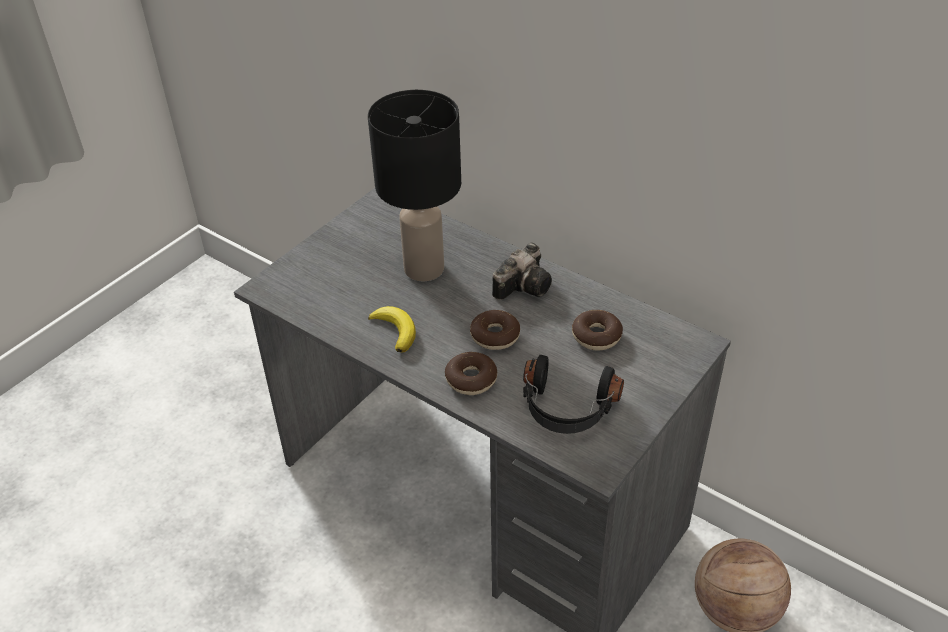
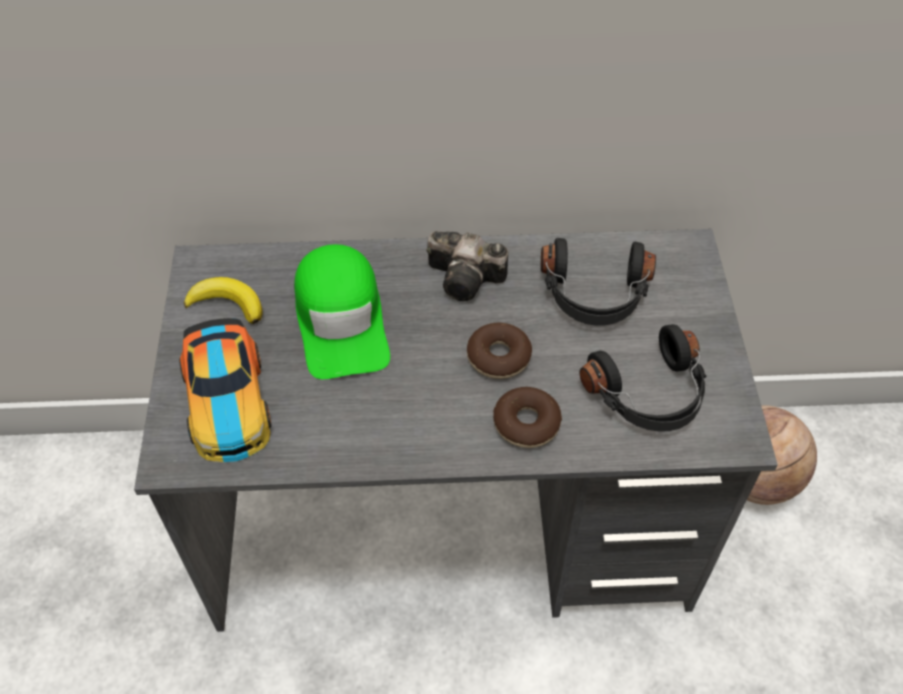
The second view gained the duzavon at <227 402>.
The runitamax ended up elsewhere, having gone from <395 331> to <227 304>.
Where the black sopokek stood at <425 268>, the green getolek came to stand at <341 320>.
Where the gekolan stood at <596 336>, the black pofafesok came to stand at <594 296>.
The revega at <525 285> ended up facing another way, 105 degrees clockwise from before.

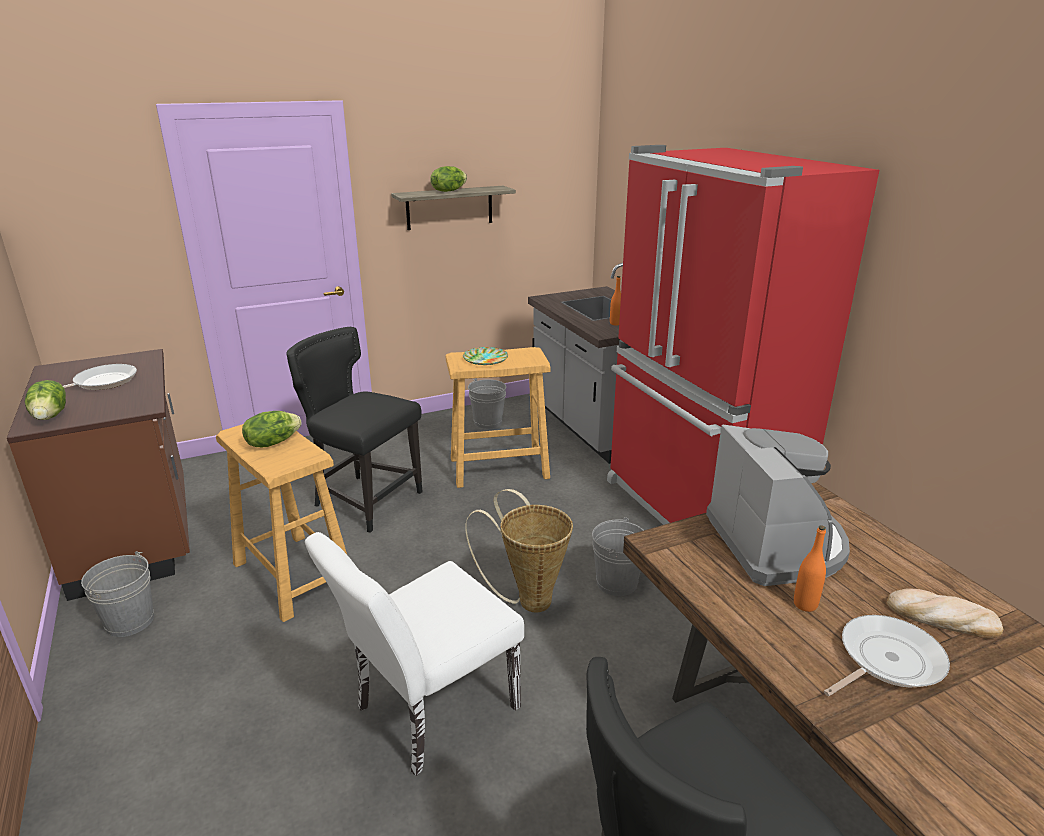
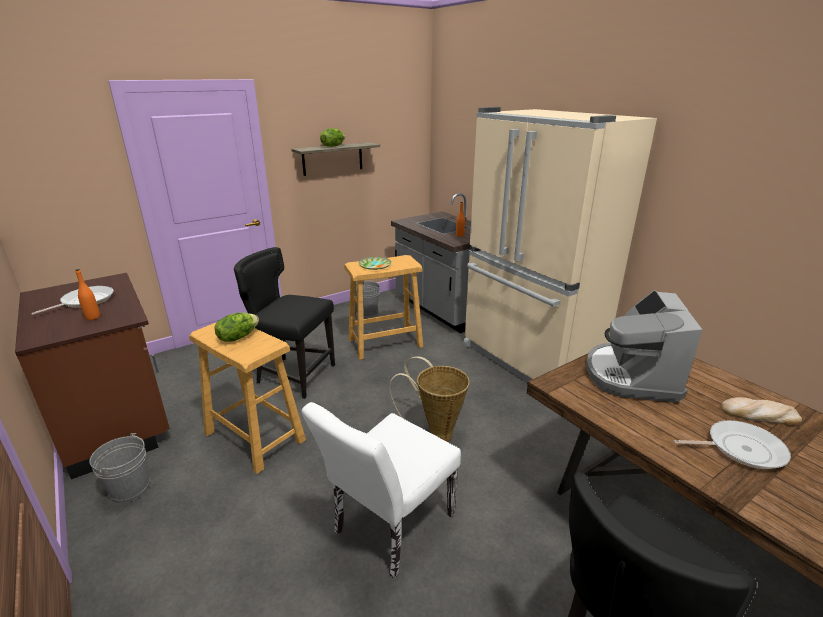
The second view lost the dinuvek at <51 416>.
The second view lost the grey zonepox at <616 582>.
The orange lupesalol ended up elsewhere, having gone from <805 604> to <93 317>.
What was the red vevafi at <695 510> turned into the beige vevafi at <528 360>.
The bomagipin at <777 543> ended up facing another way, 150 degrees counterclockwise from before.
The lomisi at <886 660> ended up facing another way, 45 degrees clockwise from before.

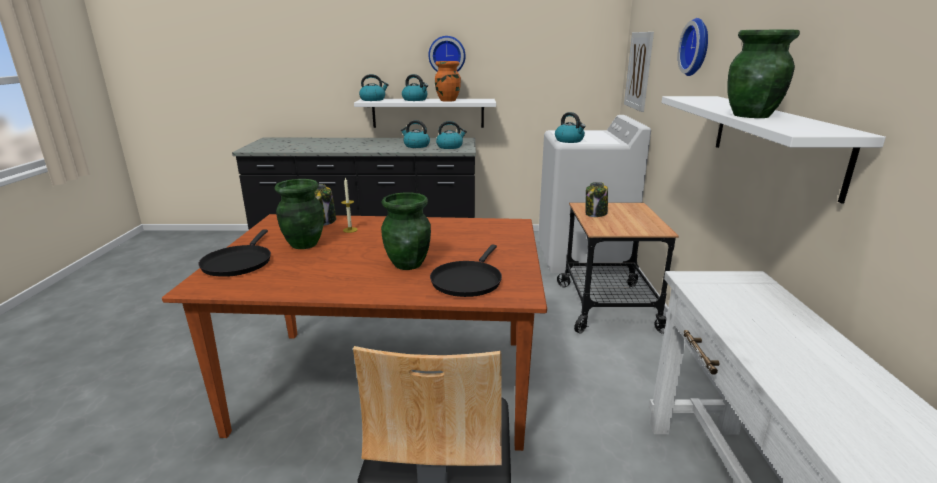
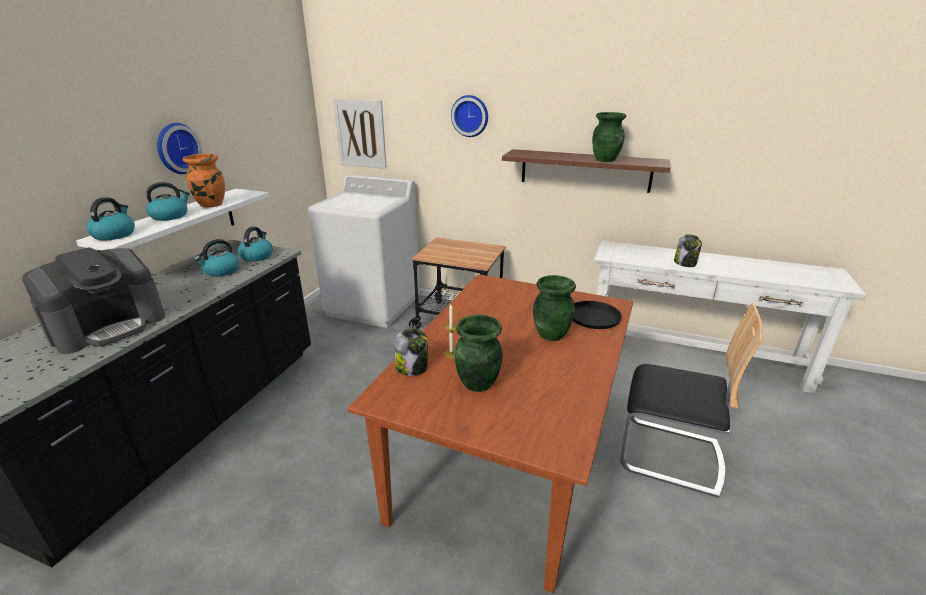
The second view lost the black lomisi at <238 262>.
The second view lost the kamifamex at <569 140>.
The second view gained the bomagipin at <109 326>.
The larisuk ended up elsewhere, having gone from <595 214> to <685 263>.
What was the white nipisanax at <774 140> turned into the brown nipisanax at <585 170>.

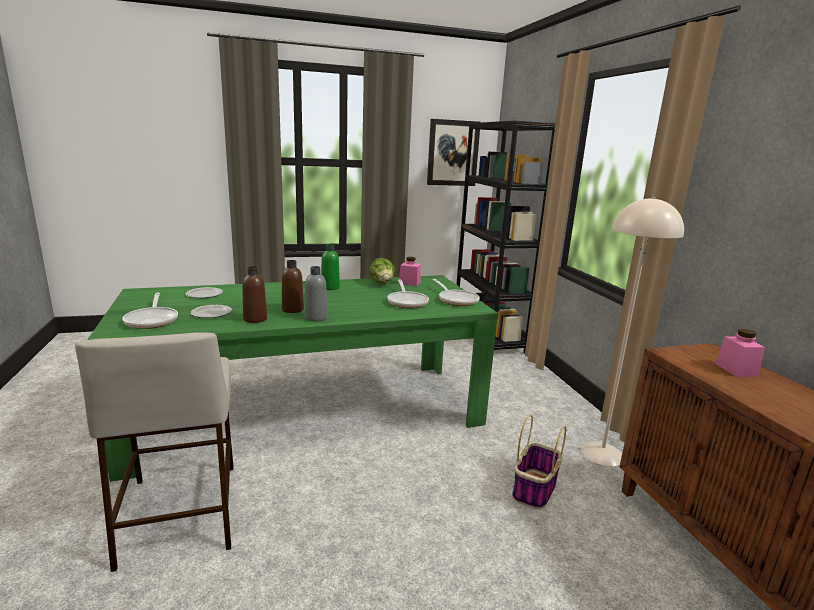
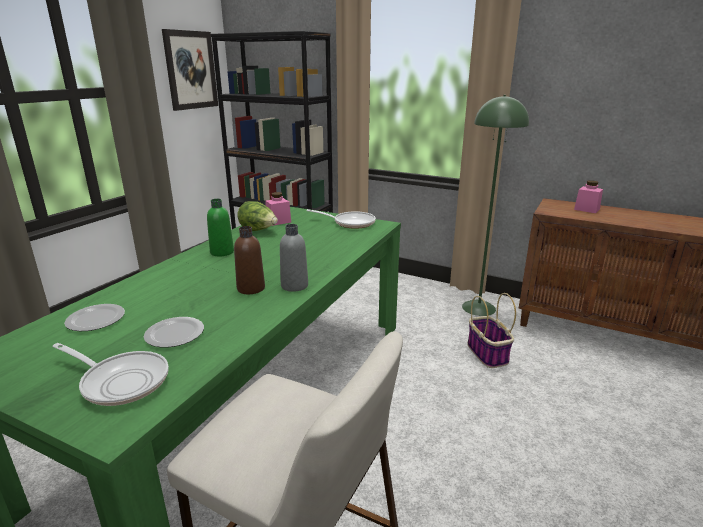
The second view lost the brown lupesalol at <255 319>.
The second view lost the lomisi at <407 302>.
What was the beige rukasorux at <602 453> turned into the green rukasorux at <479 307>.

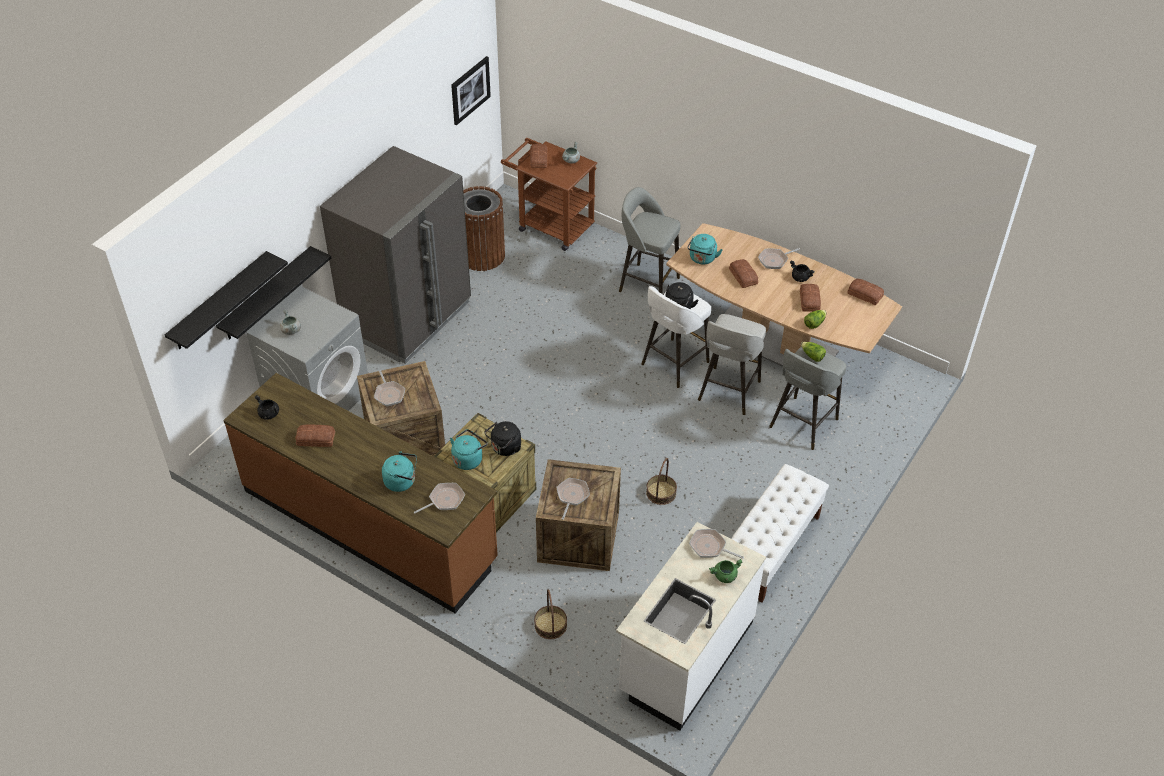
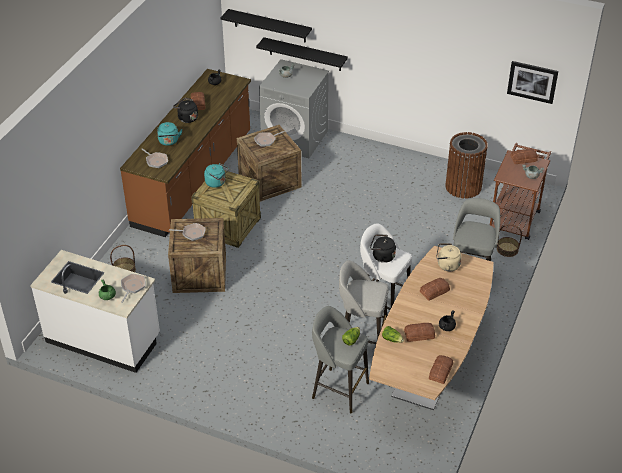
The second view lost the grey vevafi at <408 318>.
The second view lost the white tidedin at <771 549>.
The second view lost the lomisi at <775 260>.
The black kamifamex ended up elsewhere, having gone from <504 448> to <186 118>.
The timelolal ended up elsewhere, having gone from <661 493> to <507 249>.
What was the turquoise kamifamex at <702 259> turned into the beige kamifamex at <446 265>.

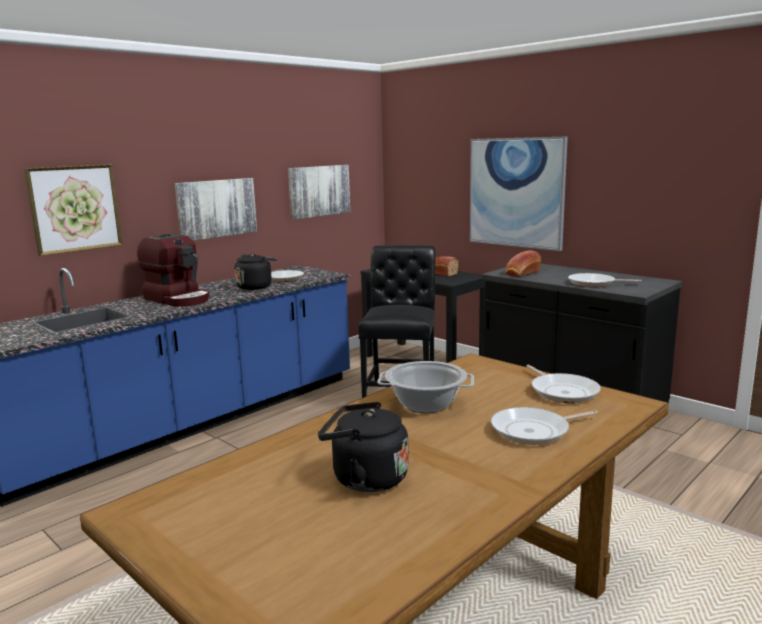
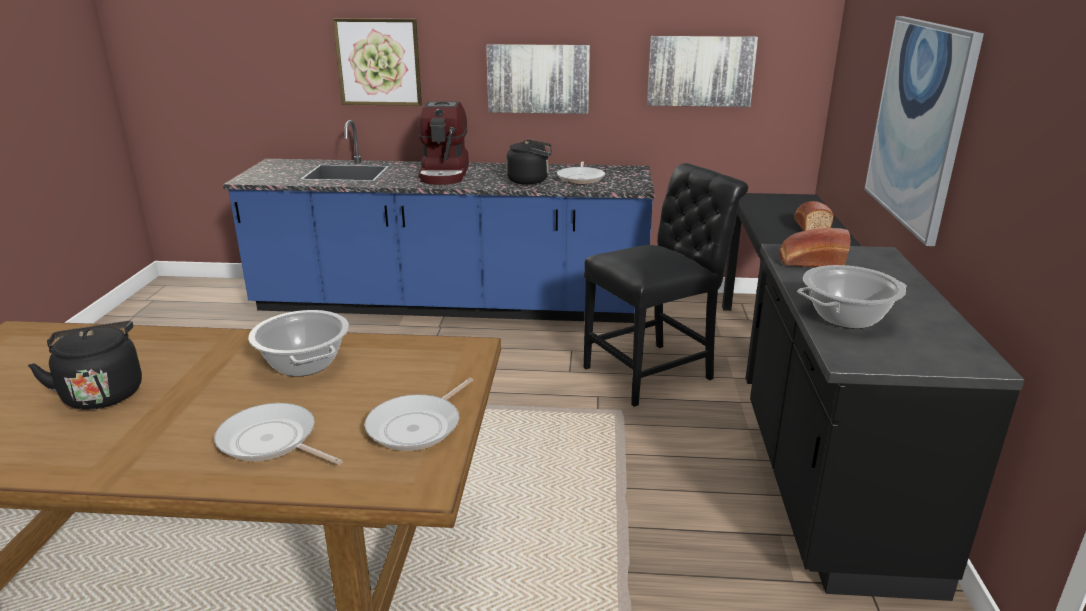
Where the lomisi stood at <594 283>, the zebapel came to stand at <846 318>.

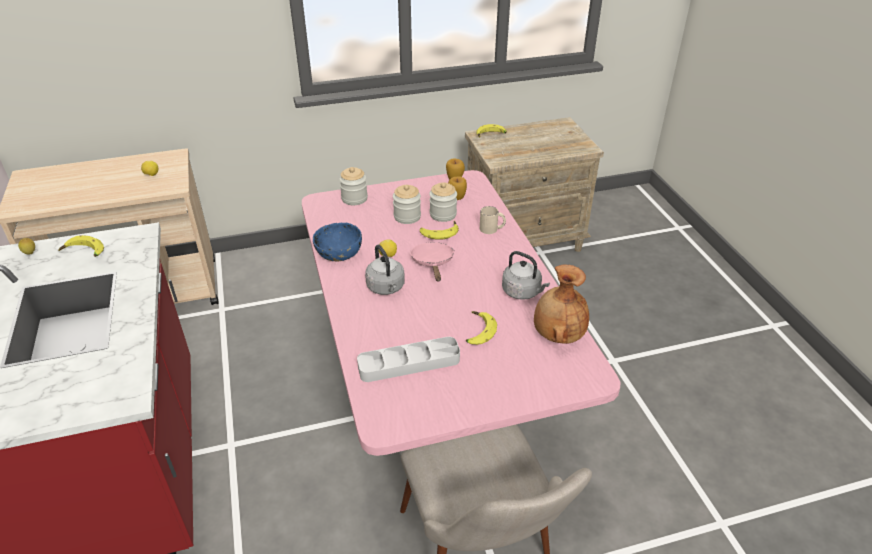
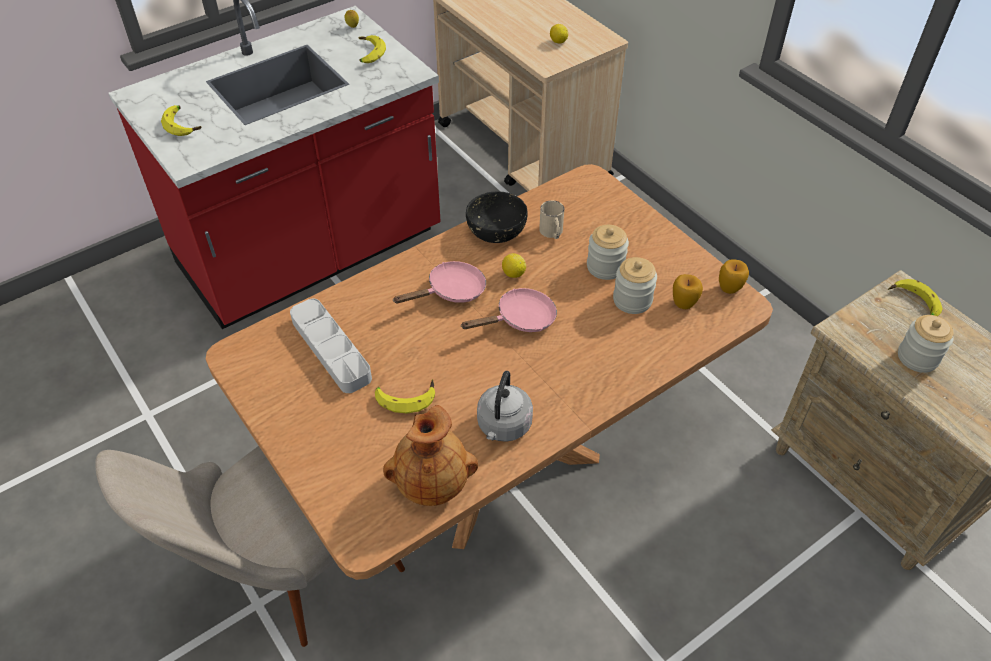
The larisuk ended up elsewhere, having gone from <354 198> to <917 357>.
The runitamax ended up elsewhere, having gone from <439 232> to <183 125>.
The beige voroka ended up elsewhere, having gone from <492 229> to <552 233>.
Where the grey kamifamex stood at <386 288>, the pink lomisi came to stand at <451 291>.
What was the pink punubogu at <436 397> turned into the brown punubogu at <496 462>.
What was the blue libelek at <338 253> turned into the black libelek at <496 230>.

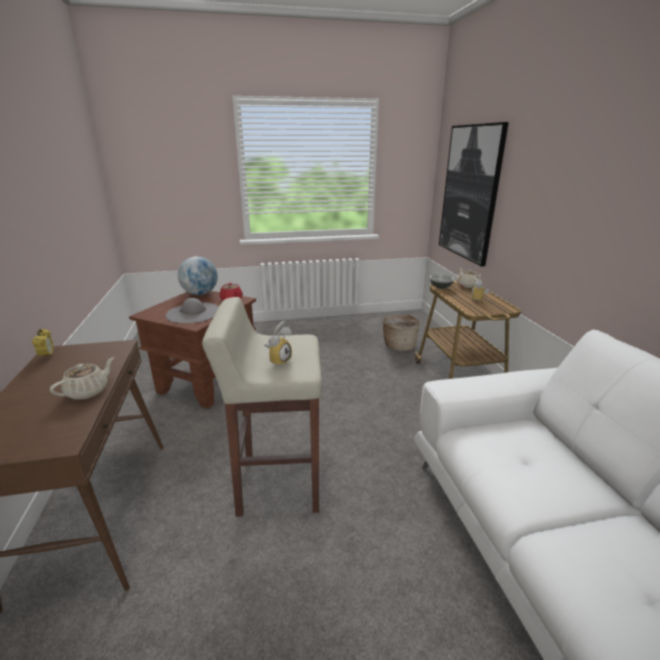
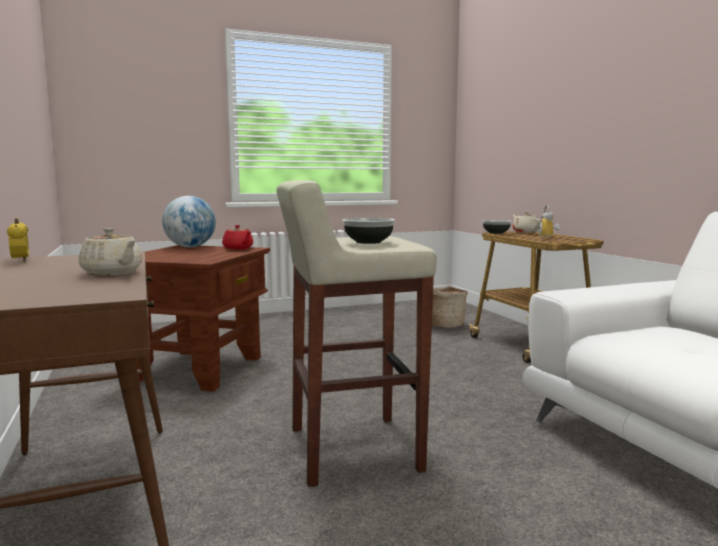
The second view lost the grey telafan at <194 313>.
The second view lost the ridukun at <470 193>.
Where the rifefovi stood at <278 360>, the libelek came to stand at <368 242>.
The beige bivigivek at <88 391> ended up facing another way, 105 degrees clockwise from before.

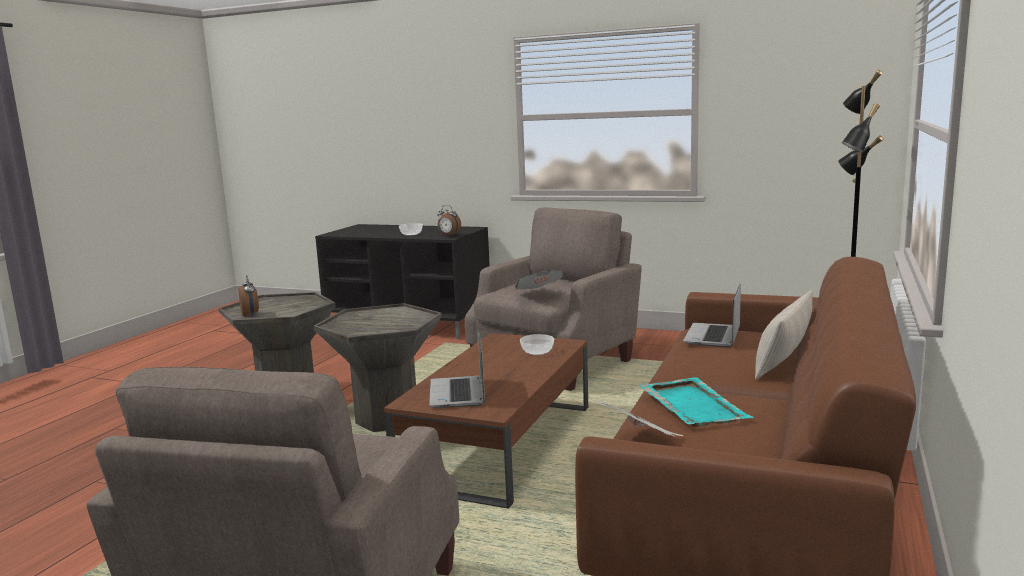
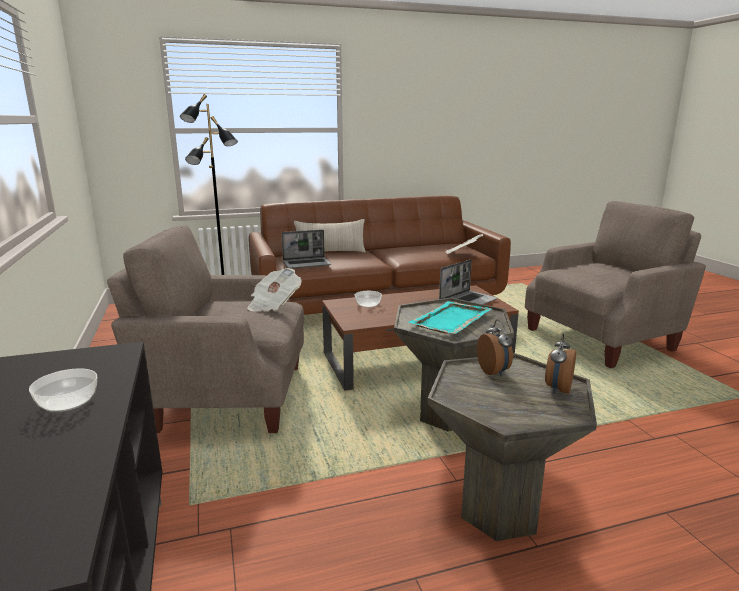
The rifefovi ended up elsewhere, having gone from <449 235> to <494 372>.
The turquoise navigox ended up elsewhere, having gone from <692 405> to <450 320>.

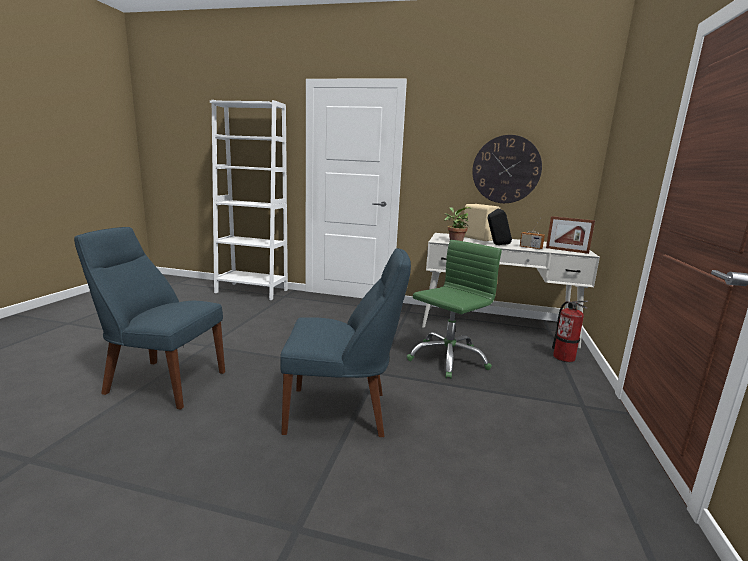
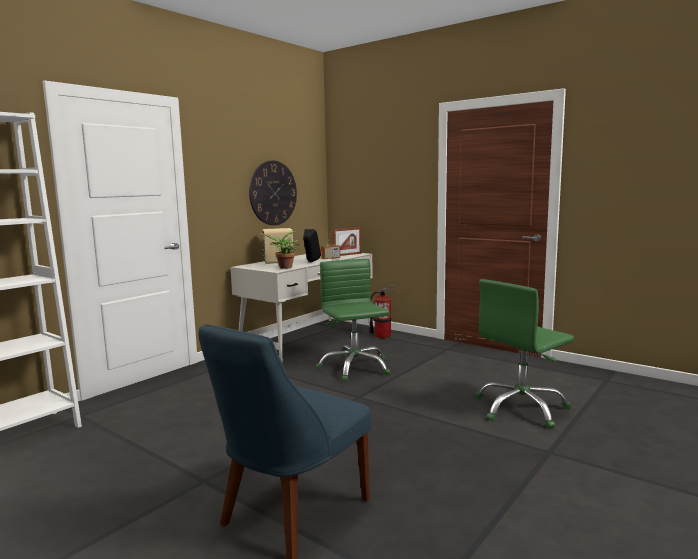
The second view lost the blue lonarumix at <342 412>.
The second view gained the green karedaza at <521 408>.

